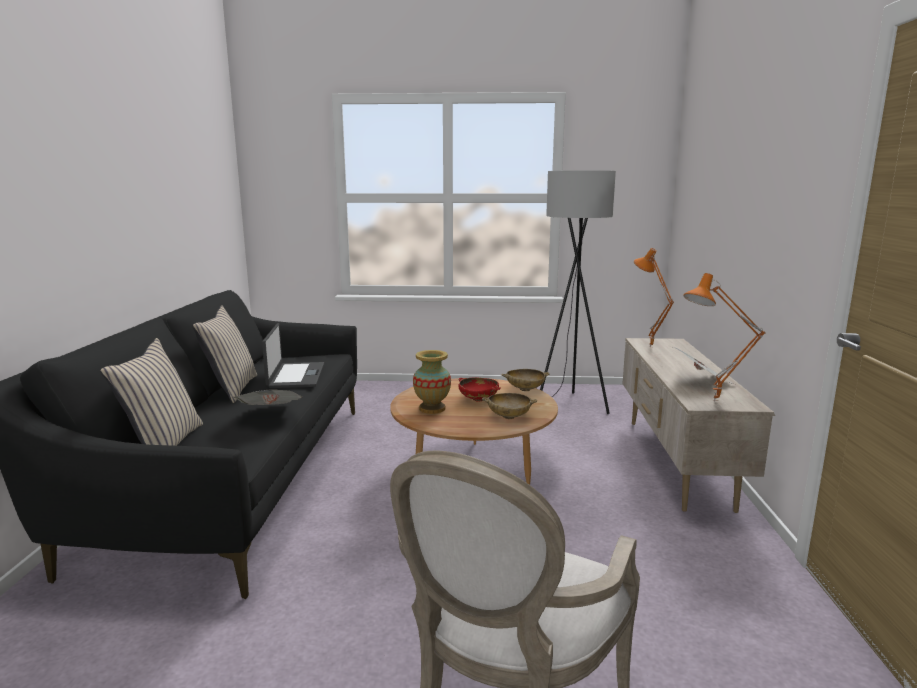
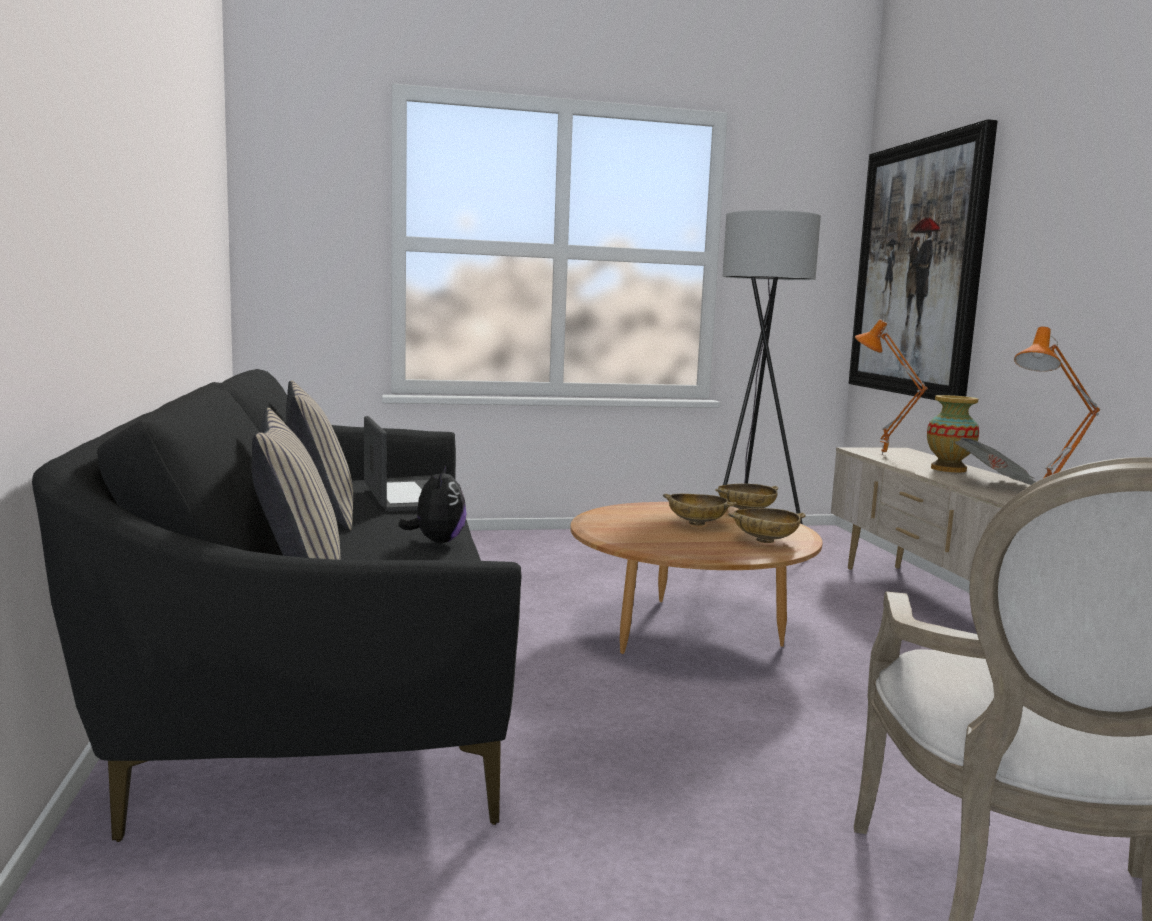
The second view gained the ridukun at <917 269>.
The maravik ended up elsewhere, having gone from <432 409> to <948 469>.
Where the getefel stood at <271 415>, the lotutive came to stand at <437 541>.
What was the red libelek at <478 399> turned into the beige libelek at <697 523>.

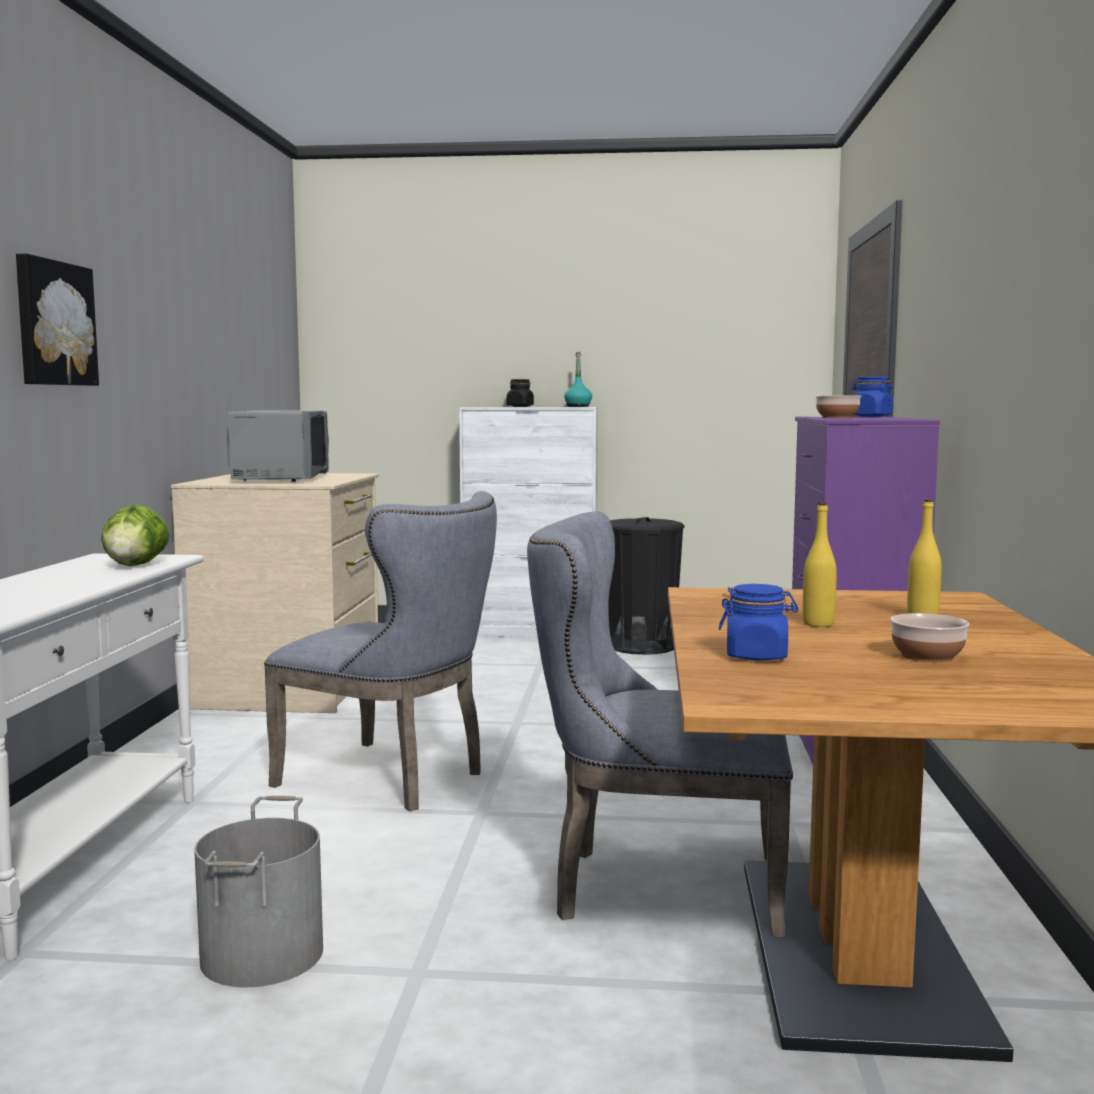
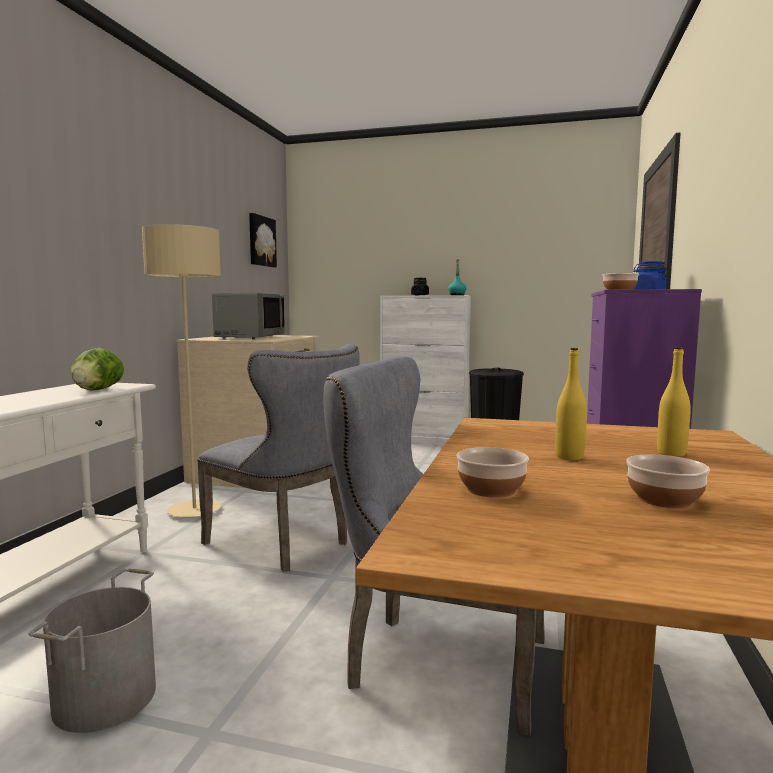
The second view gained the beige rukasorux at <194 511>.
The ridukun ended up elsewhere, having gone from <53 323> to <261 241>.
Where the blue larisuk stood at <757 656>, the libelek came to stand at <490 489>.

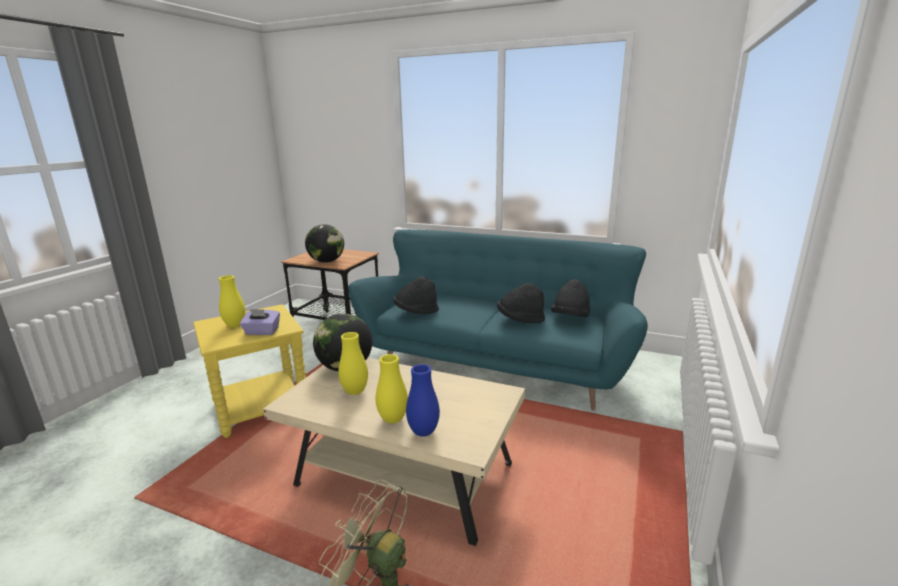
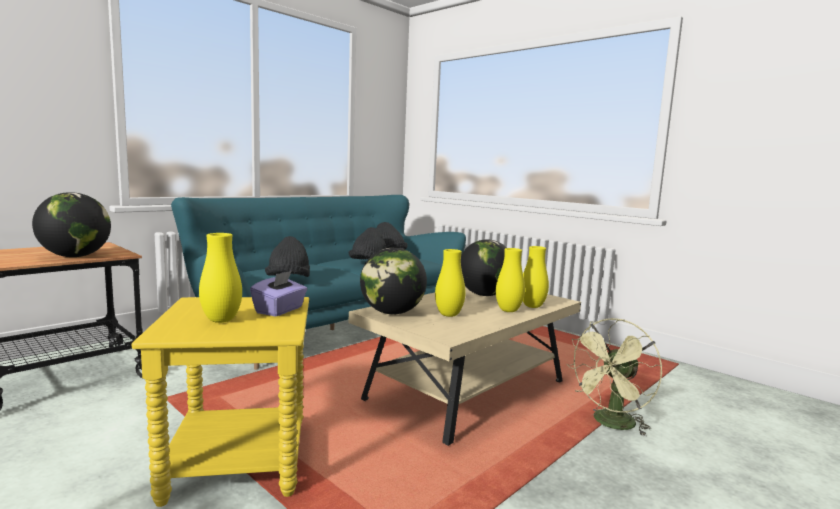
The second view gained the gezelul at <484 295>.
What was the blue maravik at <423 432> turned into the yellow maravik at <532 306>.

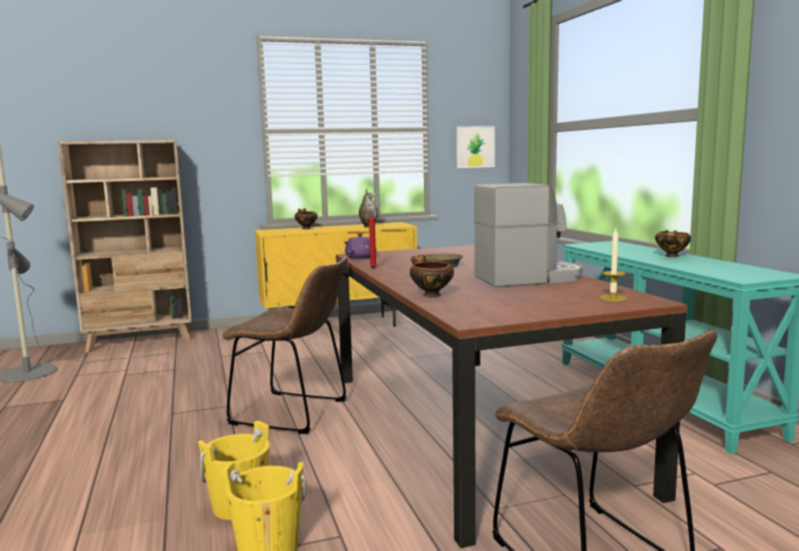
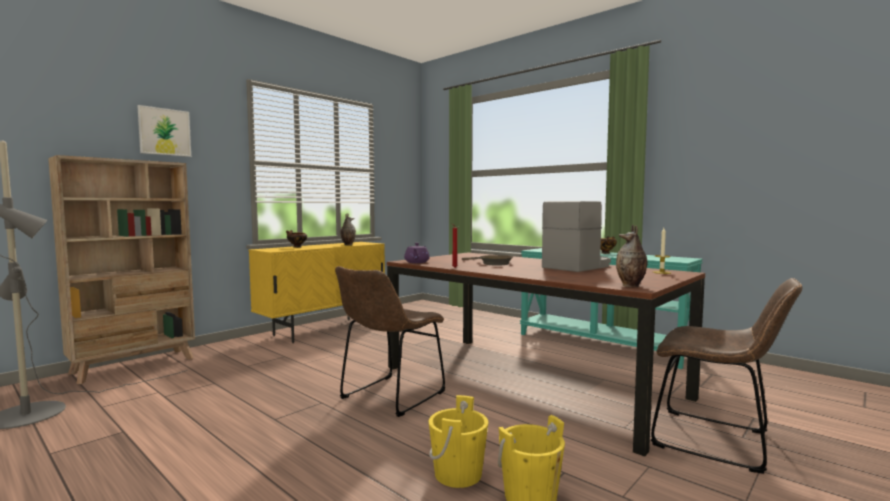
The second view lost the libelek at <430 295>.
The second view gained the maravik at <631 286>.
The ridukun ended up elsewhere, having gone from <475 147> to <164 132>.
The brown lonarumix at <295 413> ended up facing another way, 135 degrees clockwise from before.

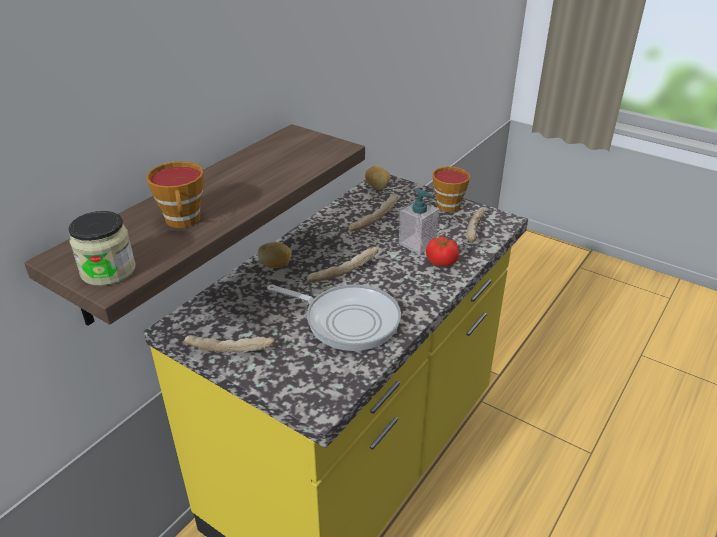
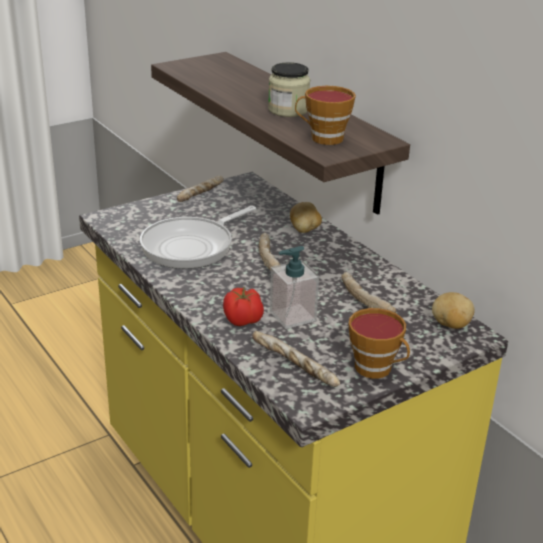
The larisuk ended up elsewhere, having gone from <108 271> to <288 110>.
The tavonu ended up elsewhere, having gone from <184 221> to <322 138>.

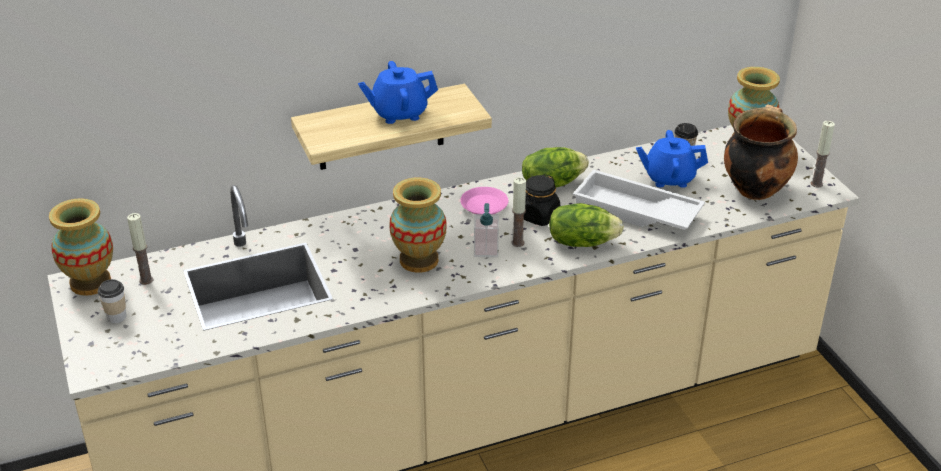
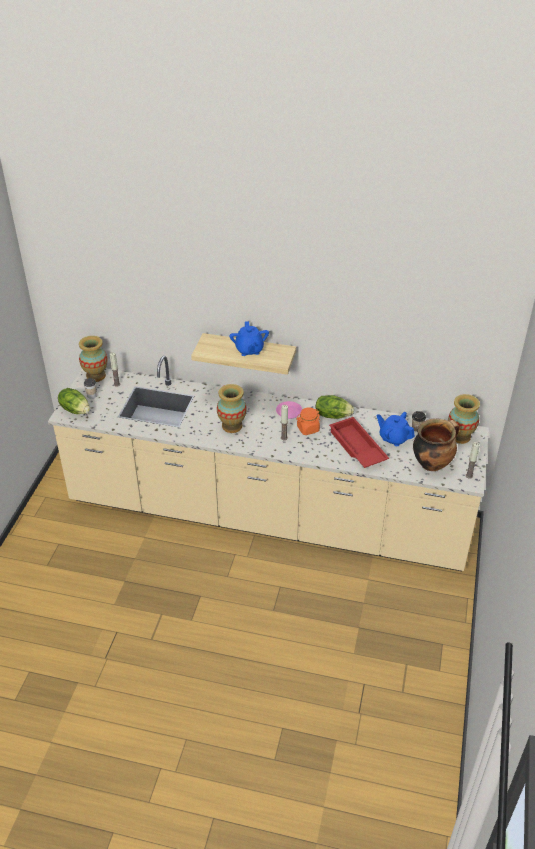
The second view lost the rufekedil at <486 250>.
The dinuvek ended up elsewhere, having gone from <582 242> to <75 409>.
What was the black larisuk at <538 216> turned into the orange larisuk at <308 429>.
What was the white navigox at <635 211> turned into the red navigox at <356 447>.
The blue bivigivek at <399 113> ended up facing another way, 120 degrees counterclockwise from before.

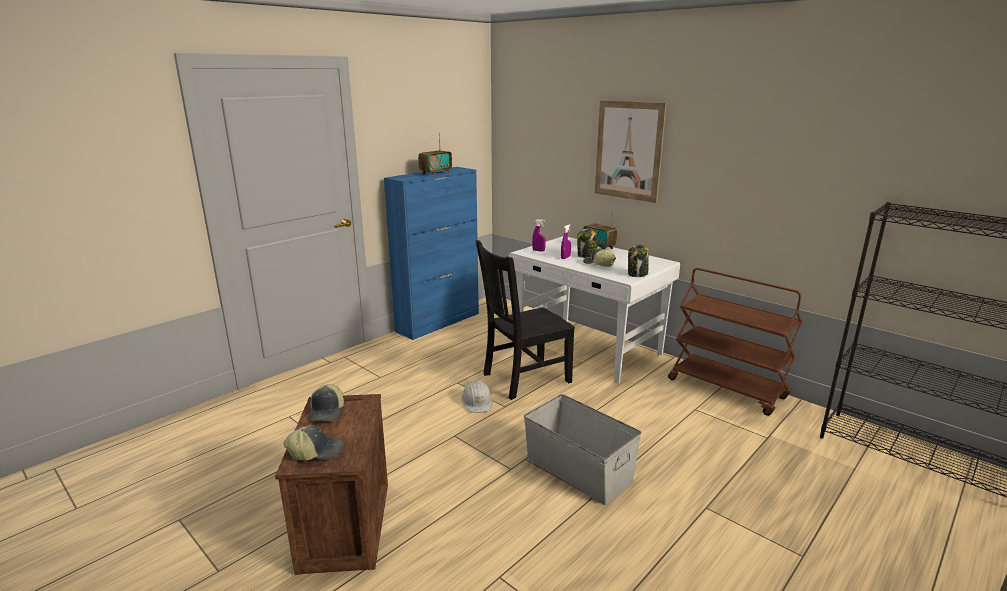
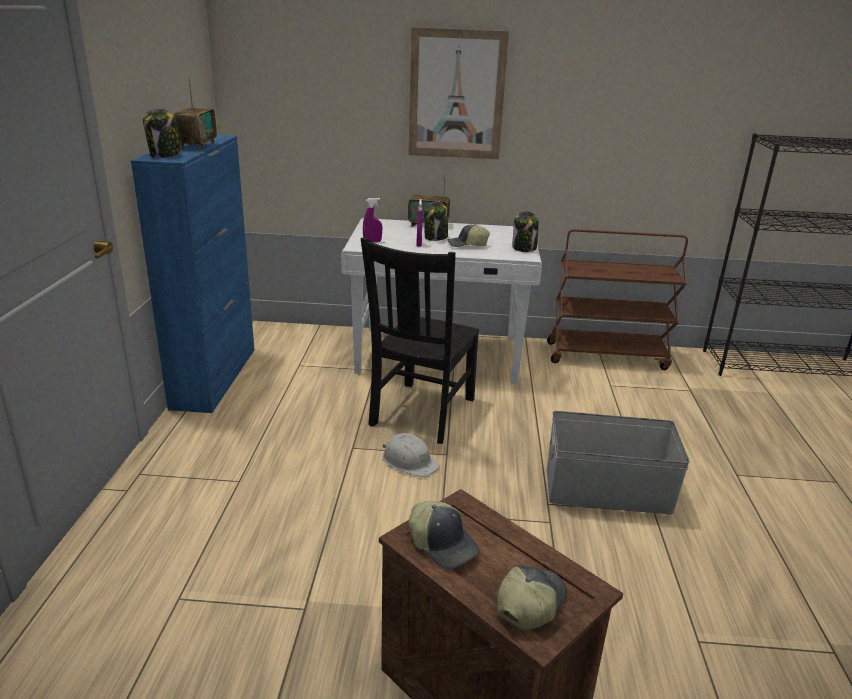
The second view gained the larisuk at <165 155>.

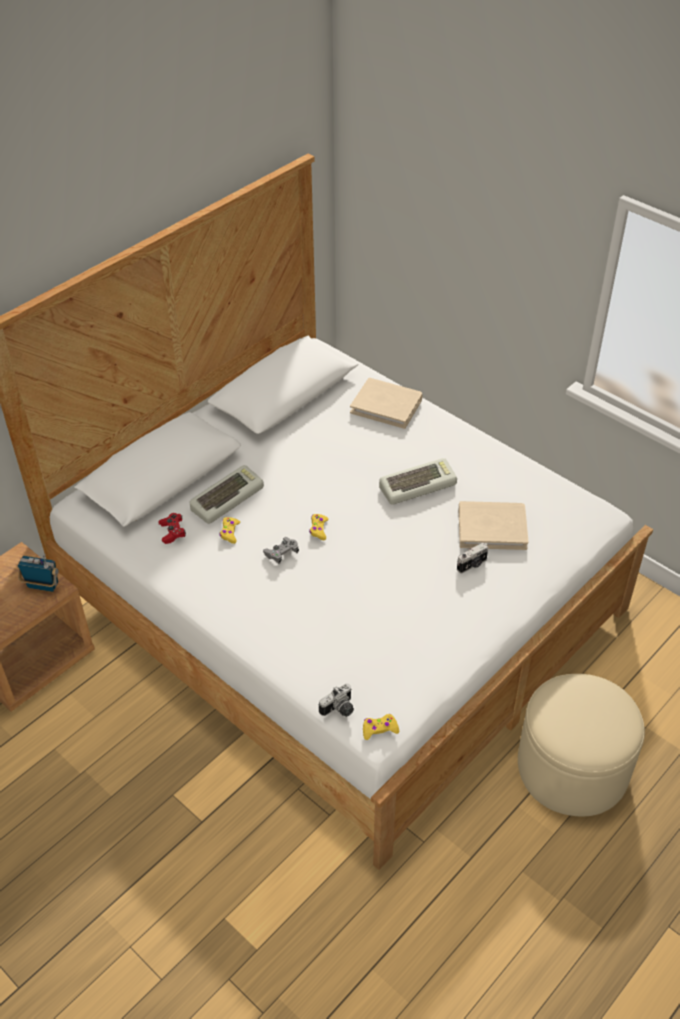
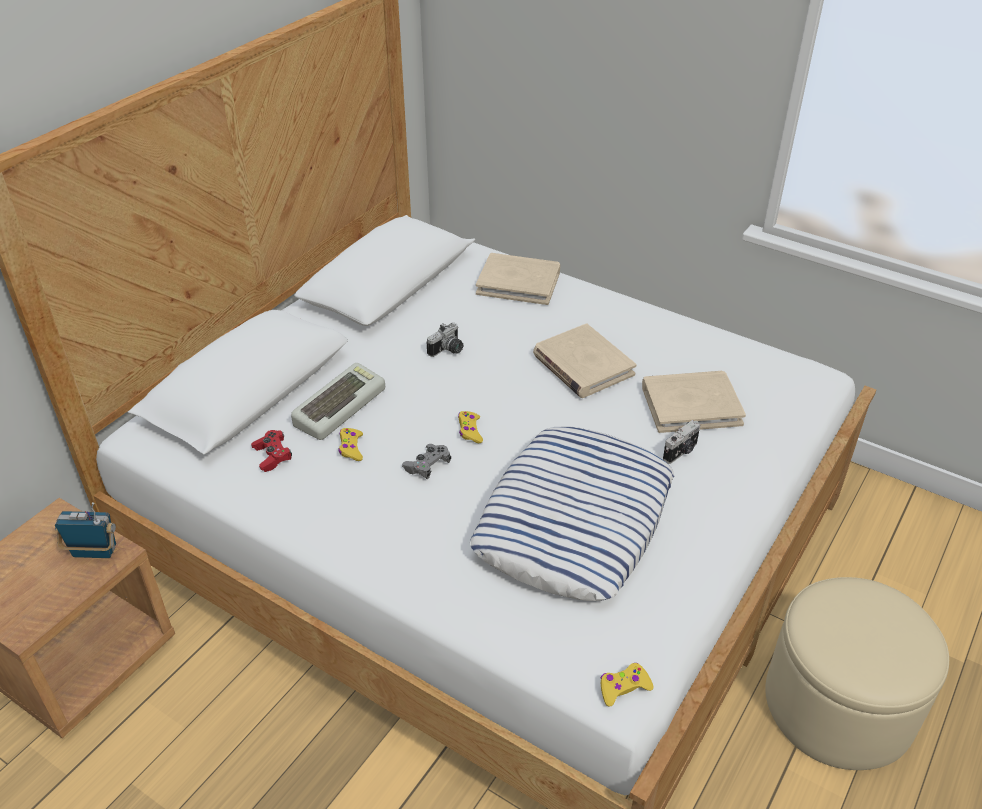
The second view gained the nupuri at <574 520>.
The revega ended up elsewhere, having gone from <339 710> to <448 350>.
Where the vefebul stood at <417 485>, the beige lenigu came to stand at <582 365>.

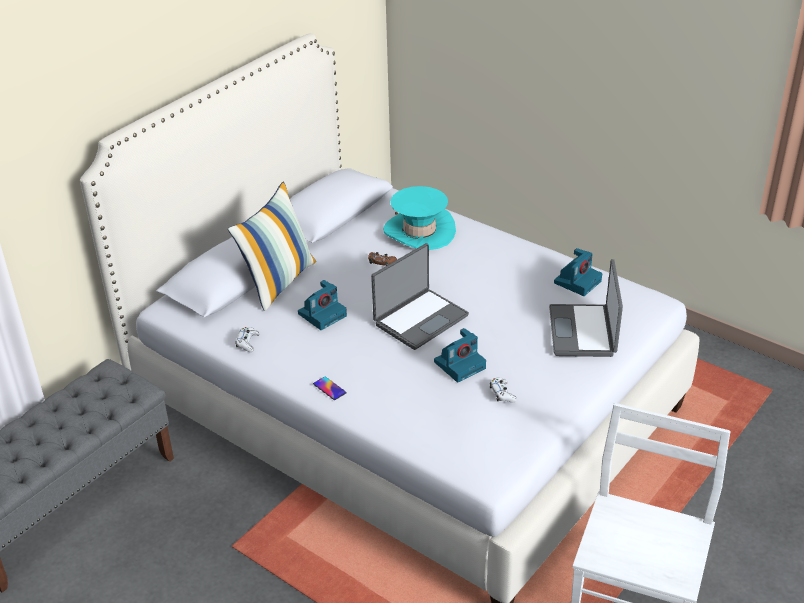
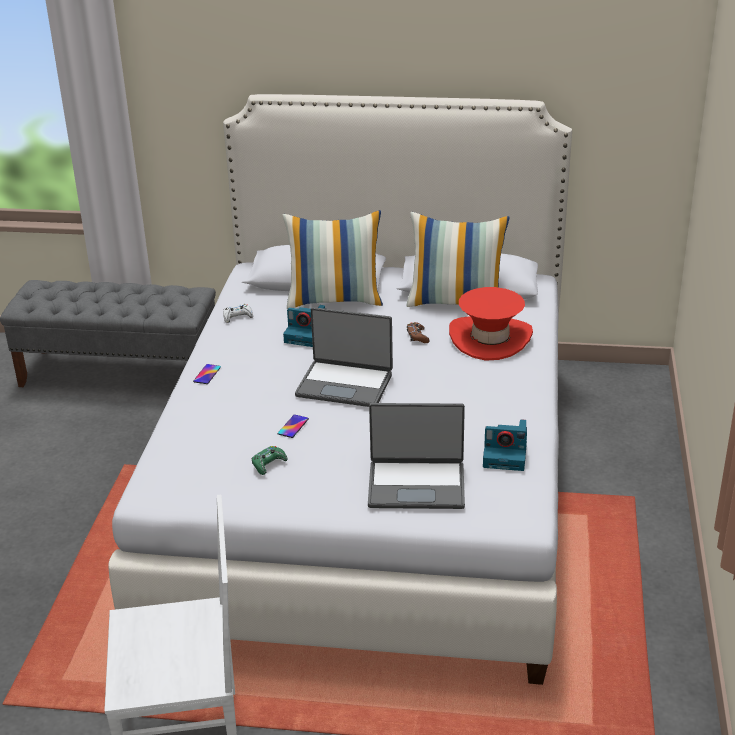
The second view gained the nupuri at <456 302>.
Where the revega stood at <460 364>, the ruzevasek came to stand at <293 426>.
What was the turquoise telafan at <419 231> turned into the red telafan at <490 338>.
What was the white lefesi at <502 393> turned into the green lefesi at <268 464>.
The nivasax at <583 332> ended up facing another way, 150 degrees counterclockwise from before.

